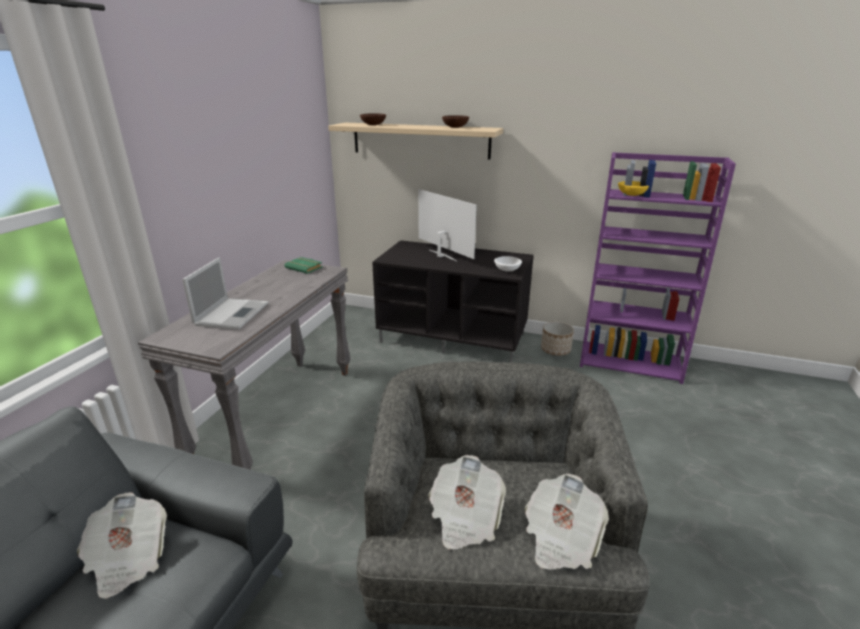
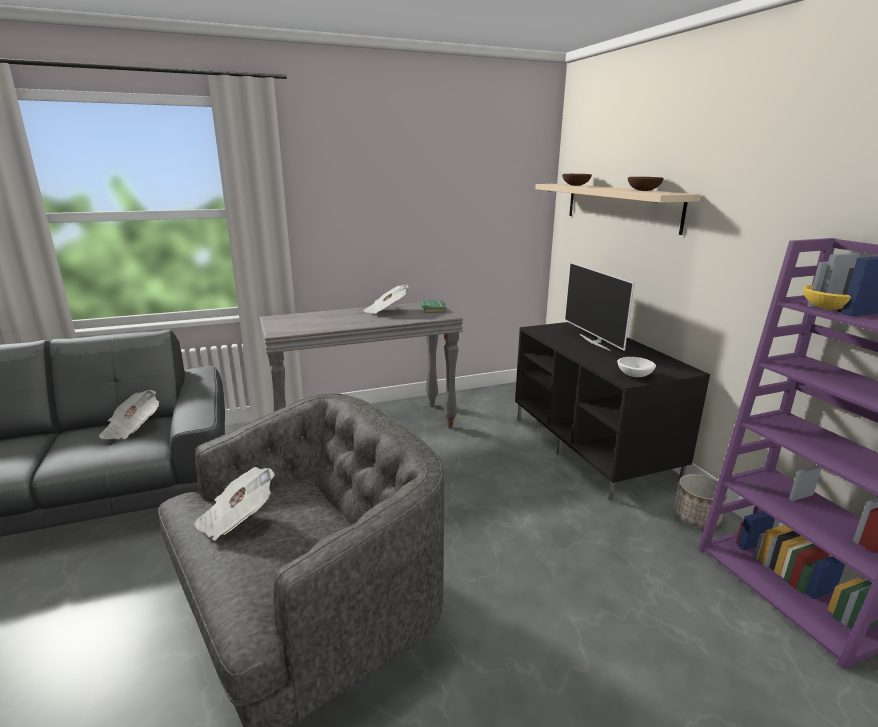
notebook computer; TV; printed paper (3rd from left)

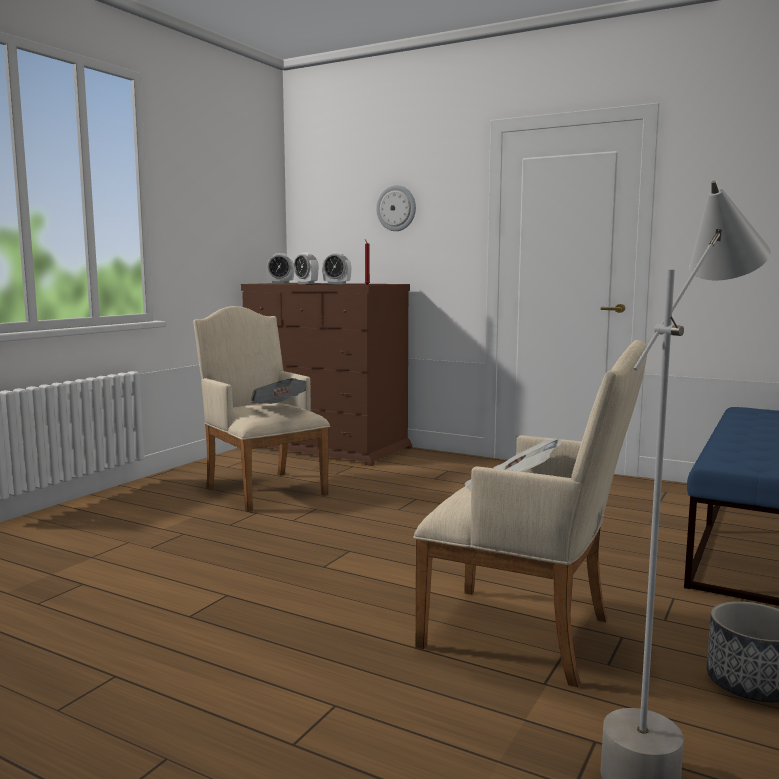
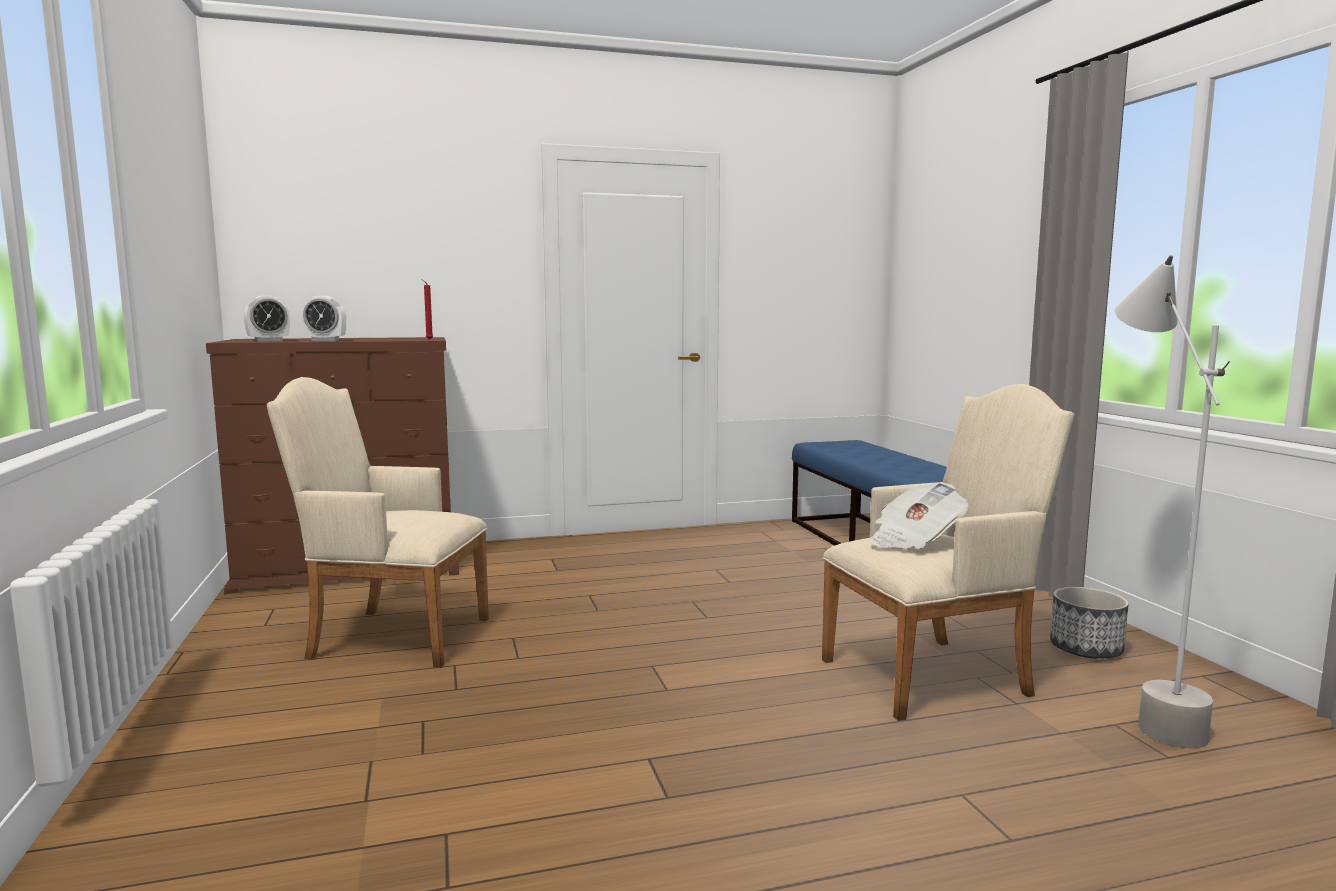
printed paper (1st from left in the first image); bedside clock (3rd from left in the first image); wall clock

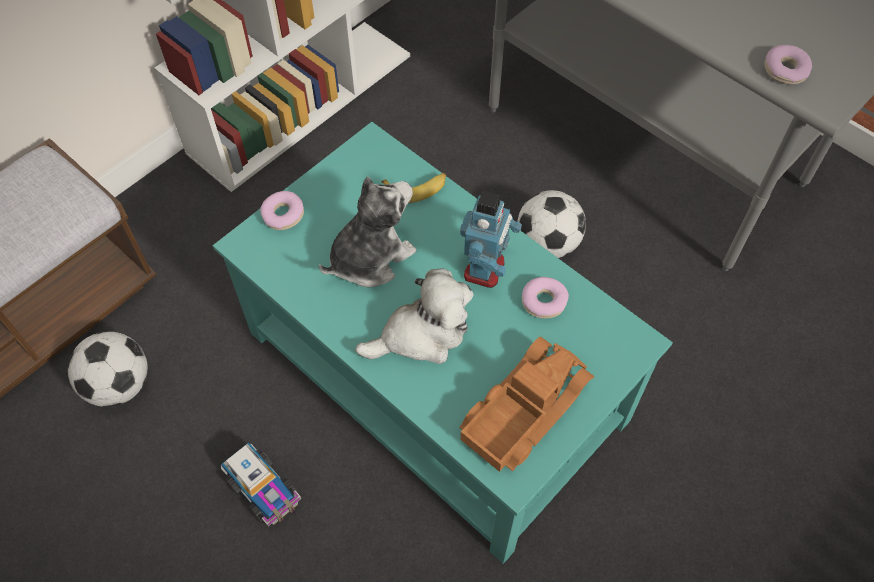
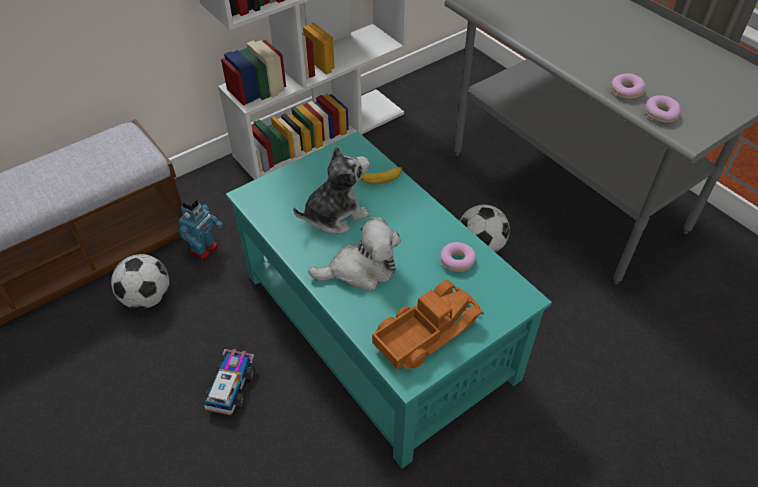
model truck (1st from left); donut (2nd from left); robot figure

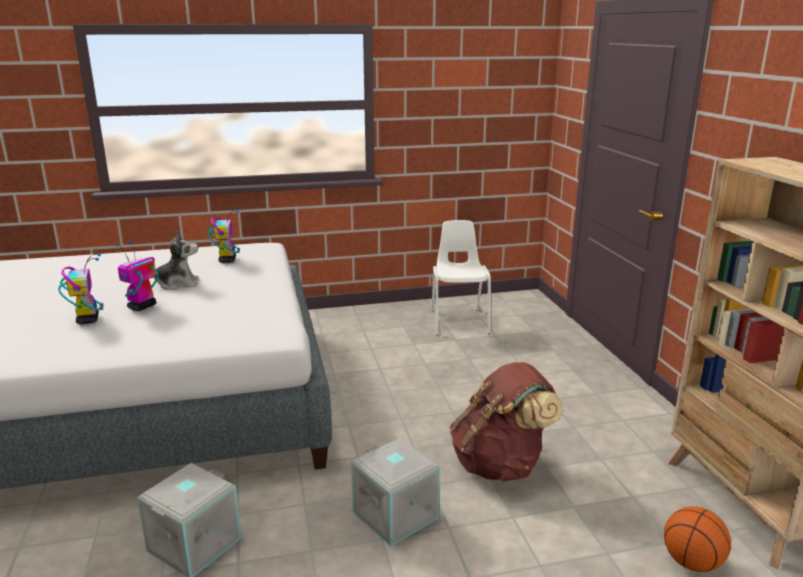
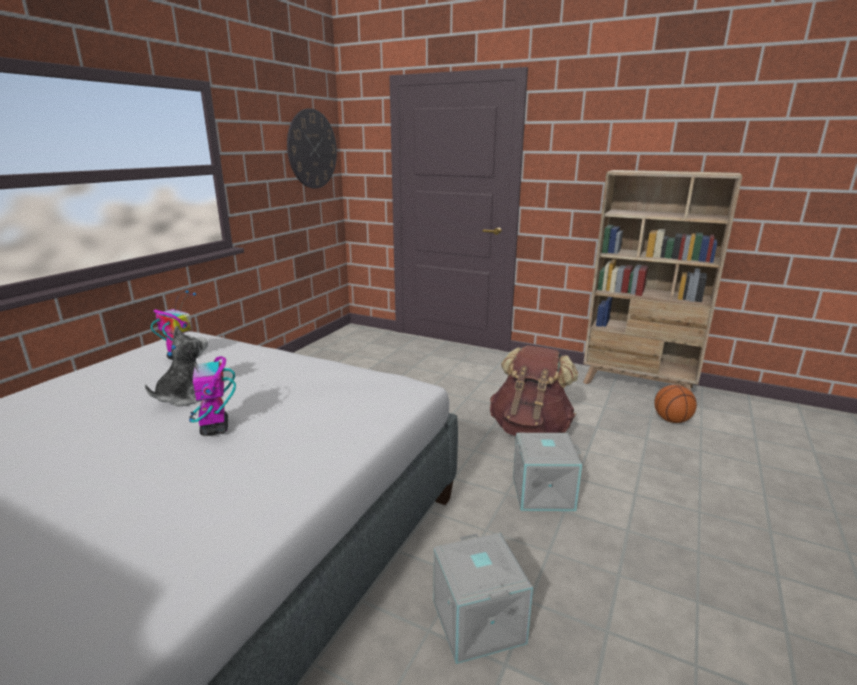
robot figure (1st from left in the first image); white plain chair; wall clock

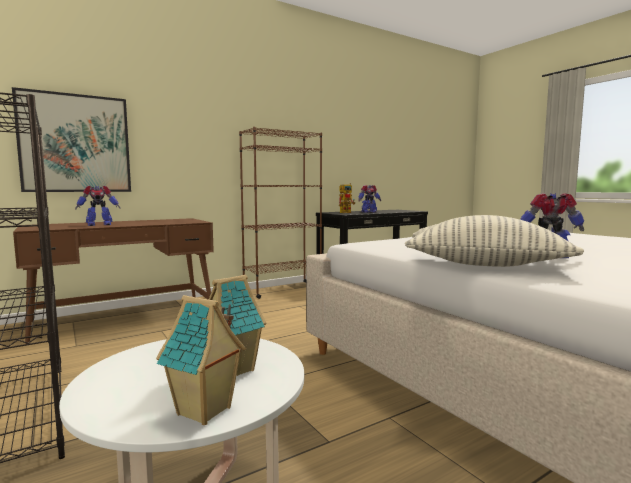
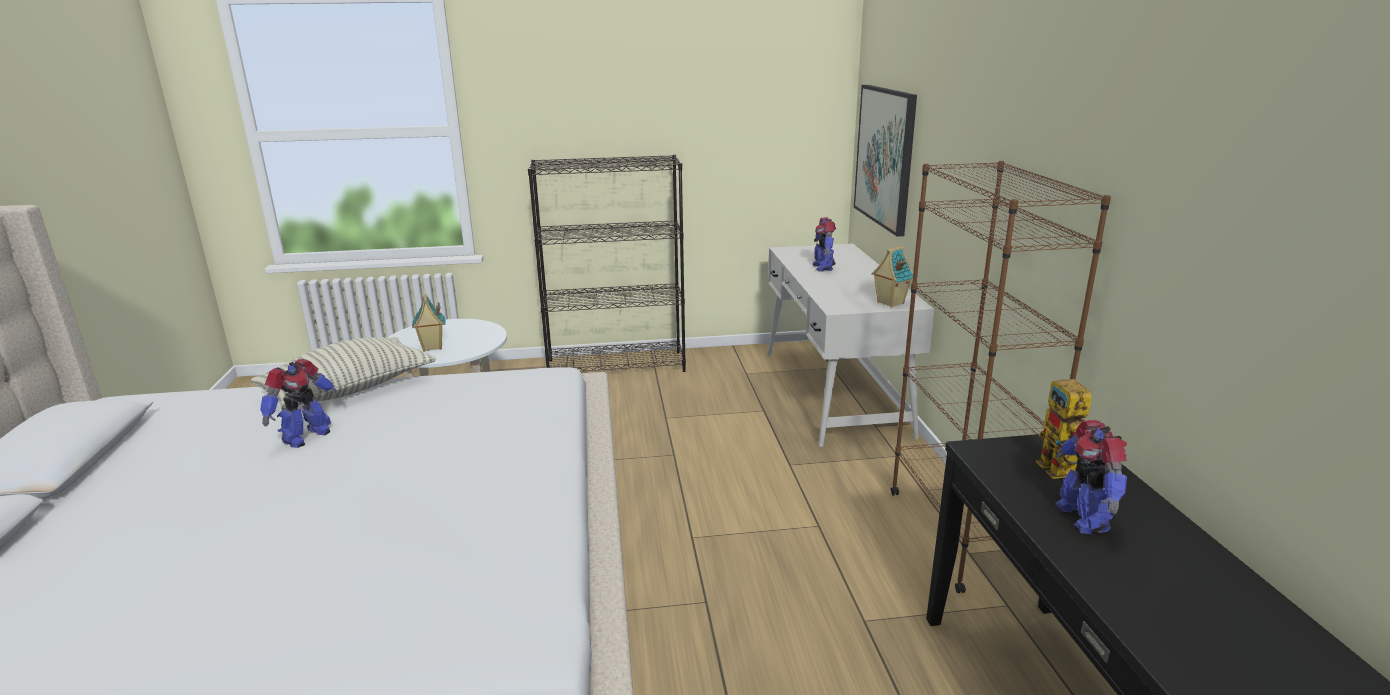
white desk table; toy house (2nd from left)

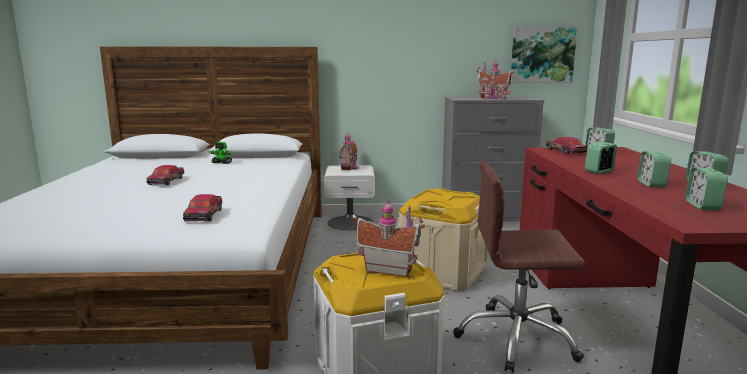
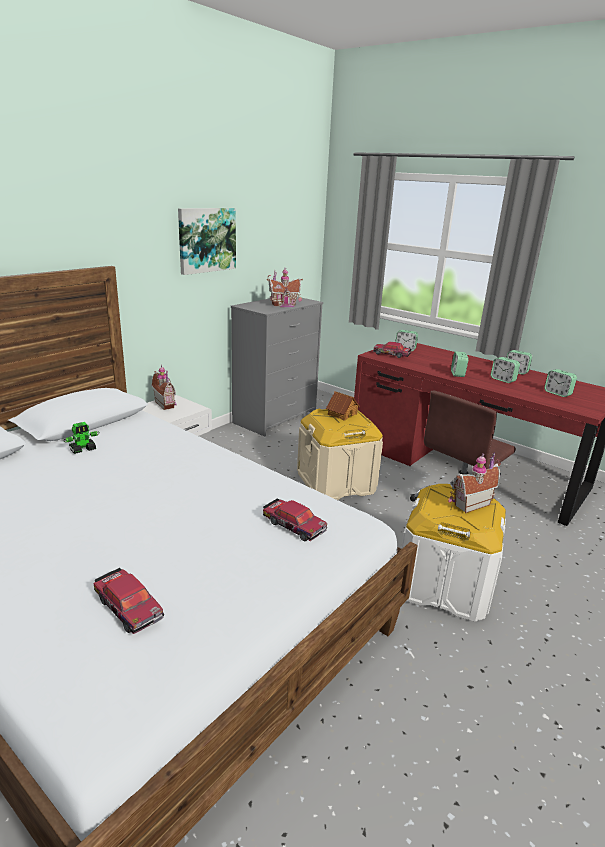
model car (1st from left); picture; toy house (3rd from left)

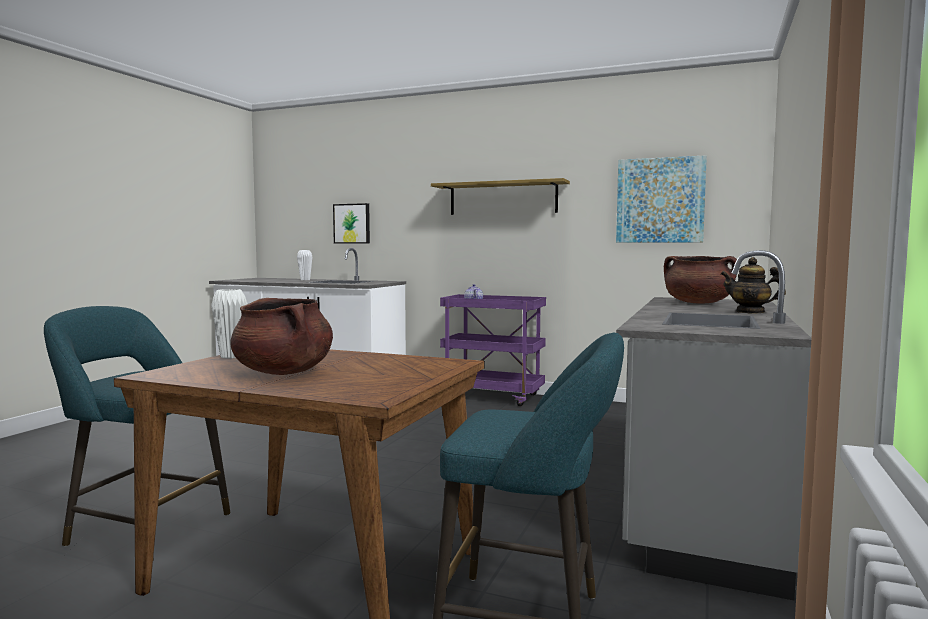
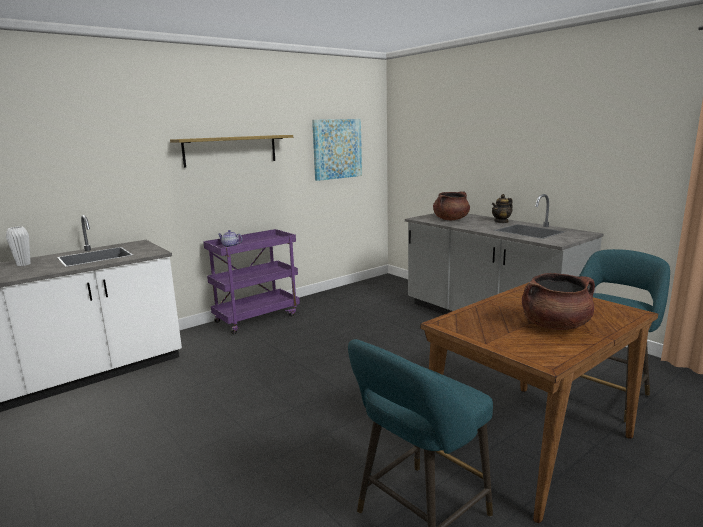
white flower vase (1st from left in the first image); picture (1st from left in the first image)

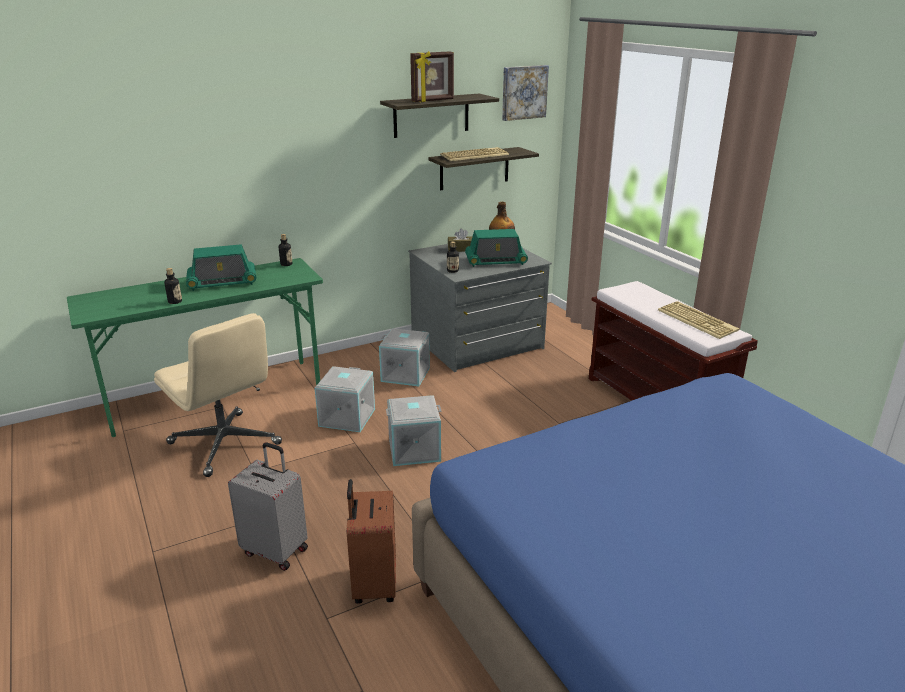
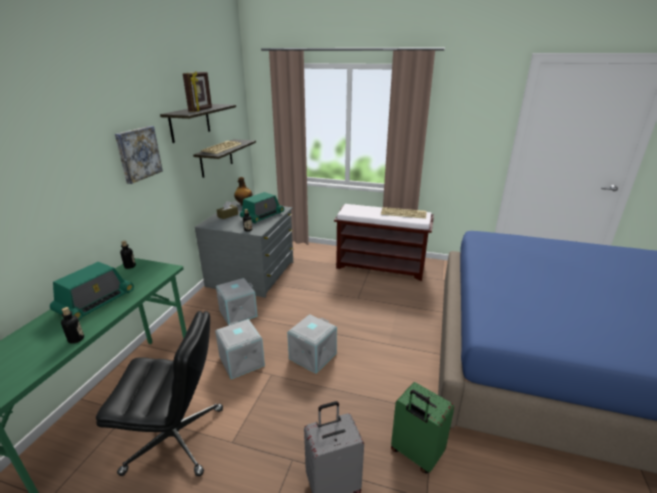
blackish desk chair; greenish suitcase; picture

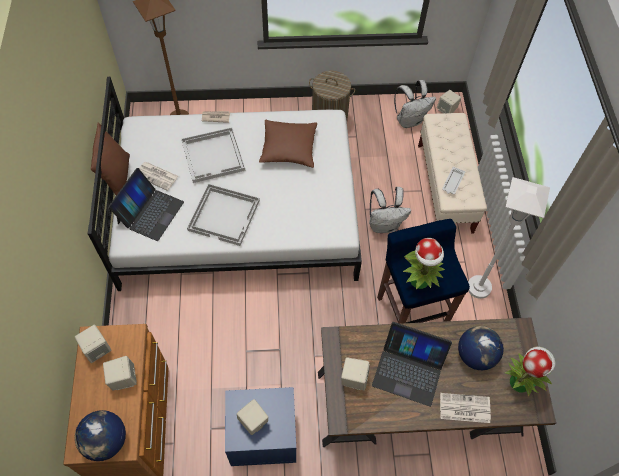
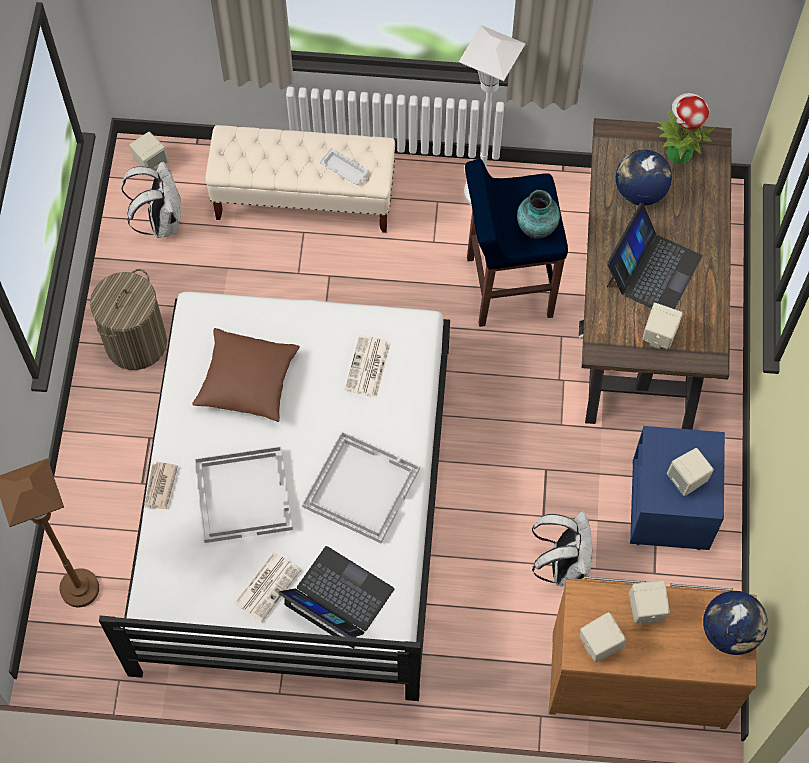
brownish throw pillow (1st from left in the first image); white backpack (2nd from left); flower vase; printed paper (3rd from left)

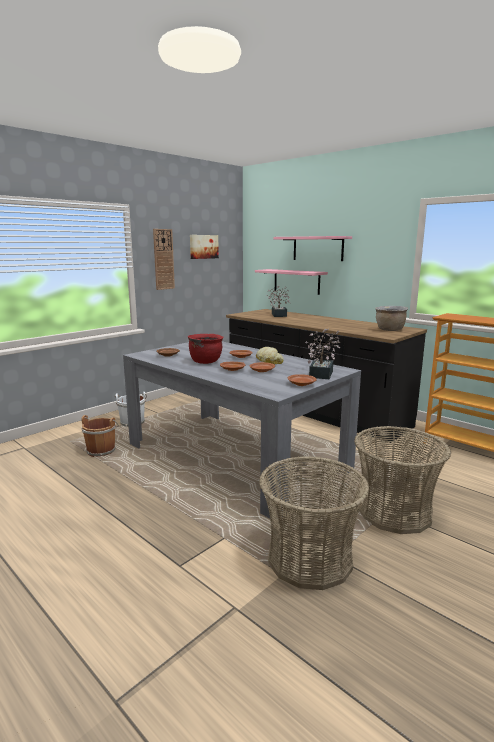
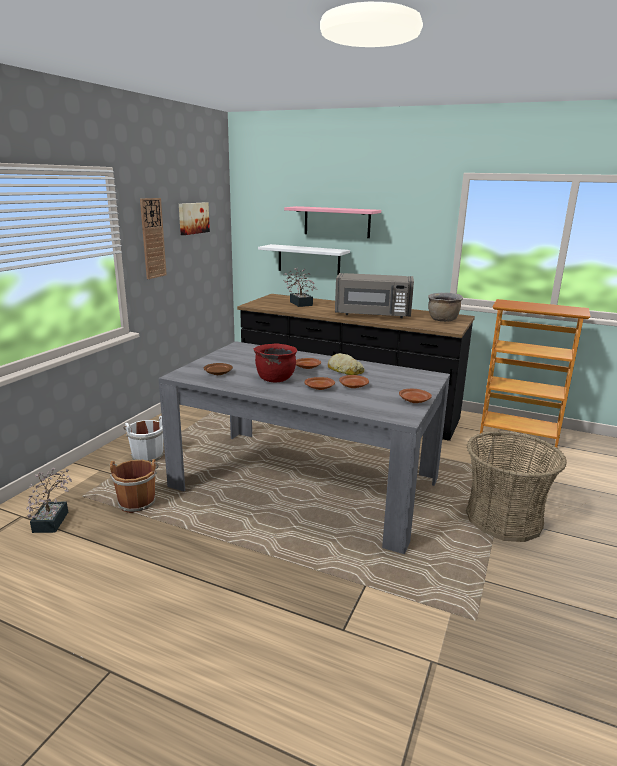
white shelf; basket (1st from left in the first image); plant in a pot (1st from left); grey microwave oven

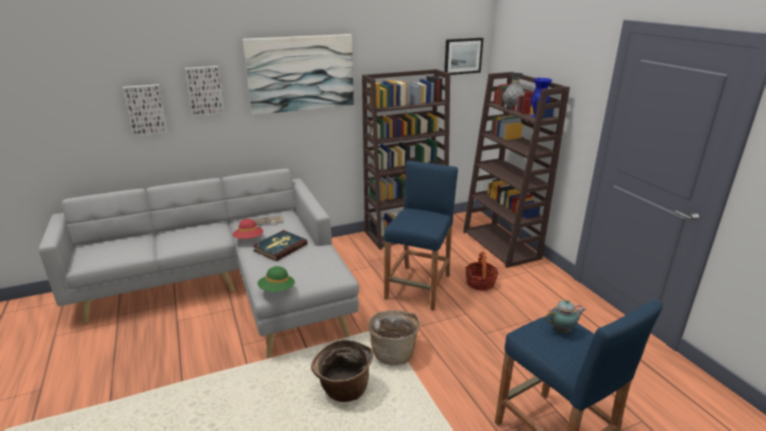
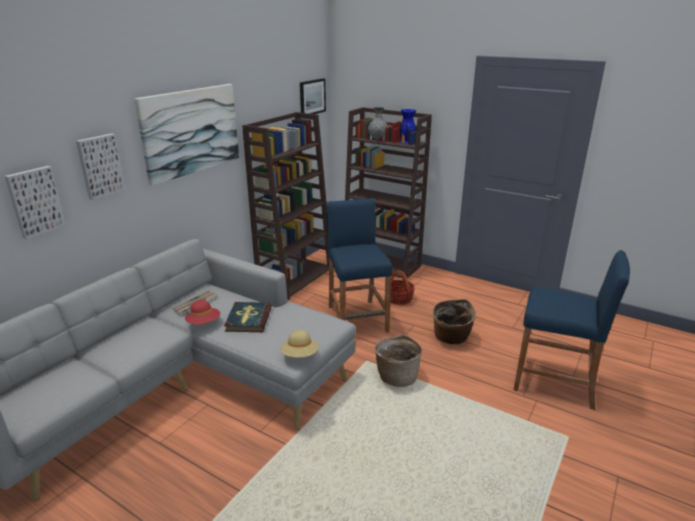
sand-coloured clothing hat; basket (3rd from left); pot for tea

